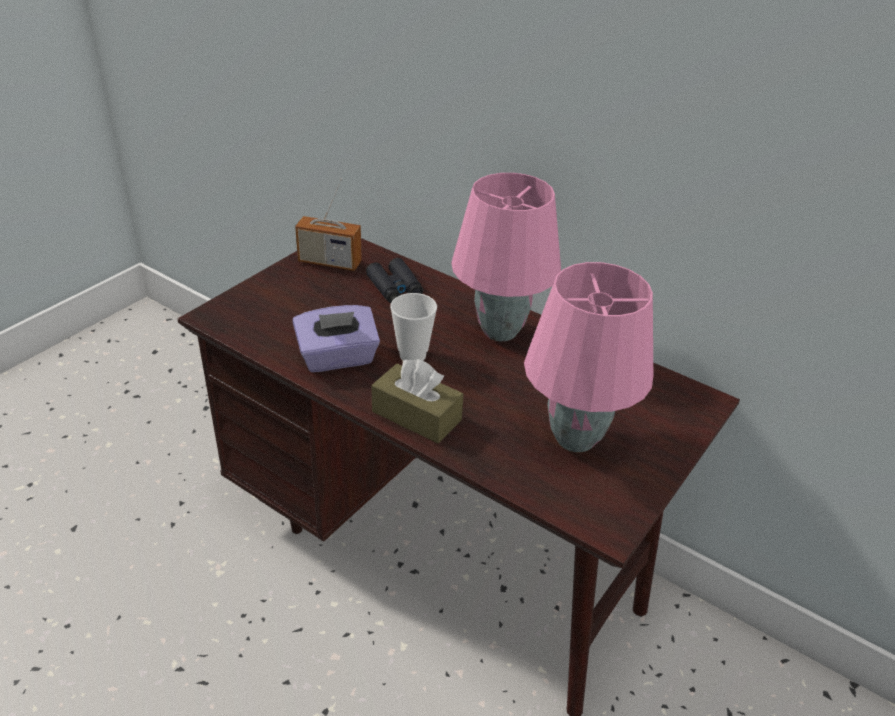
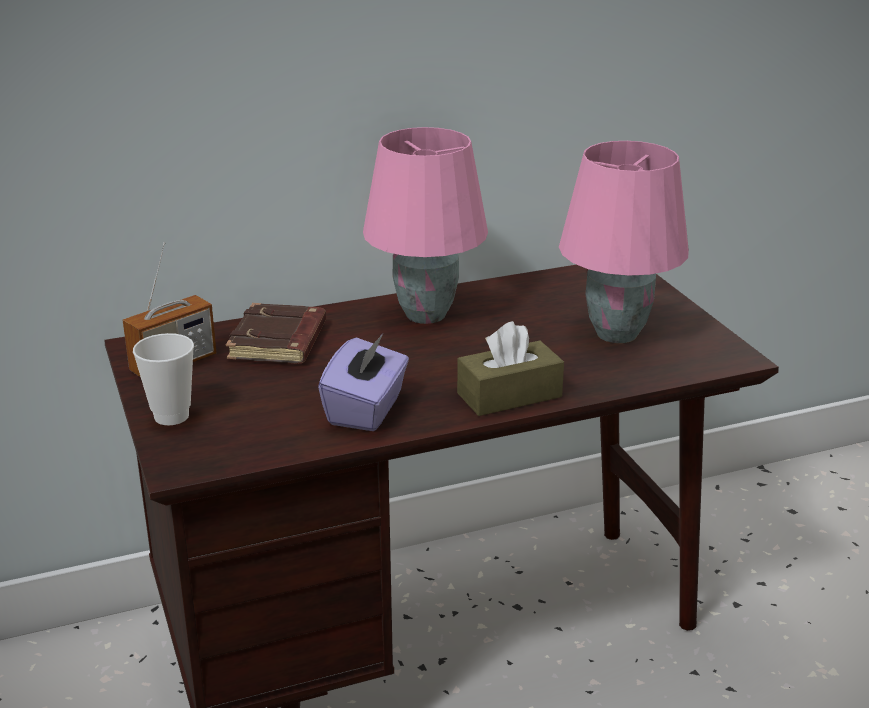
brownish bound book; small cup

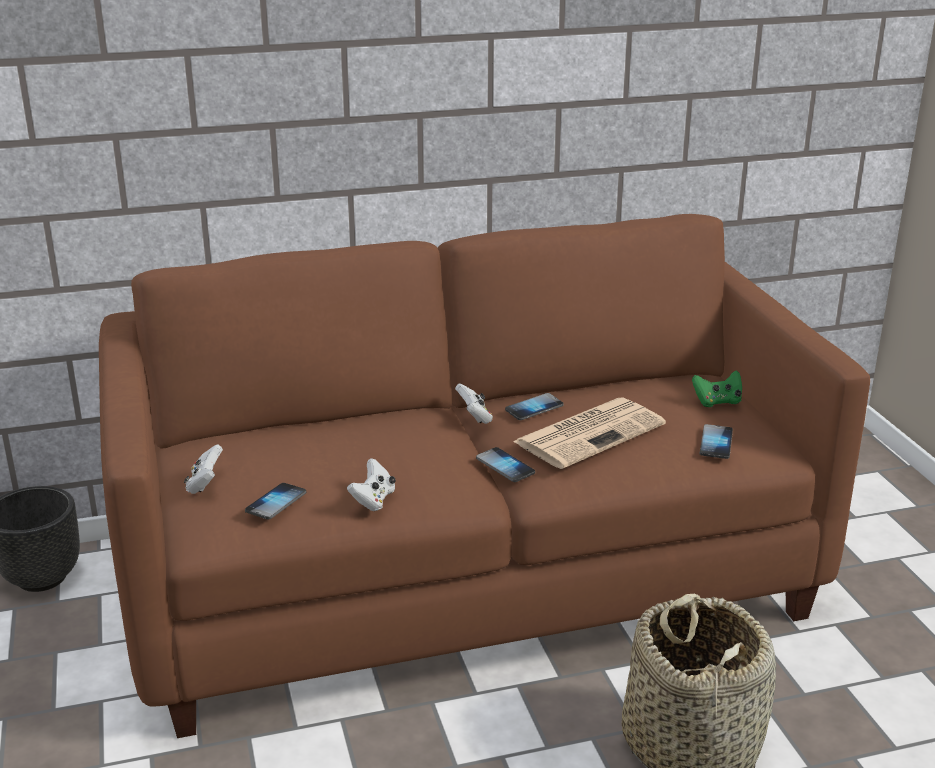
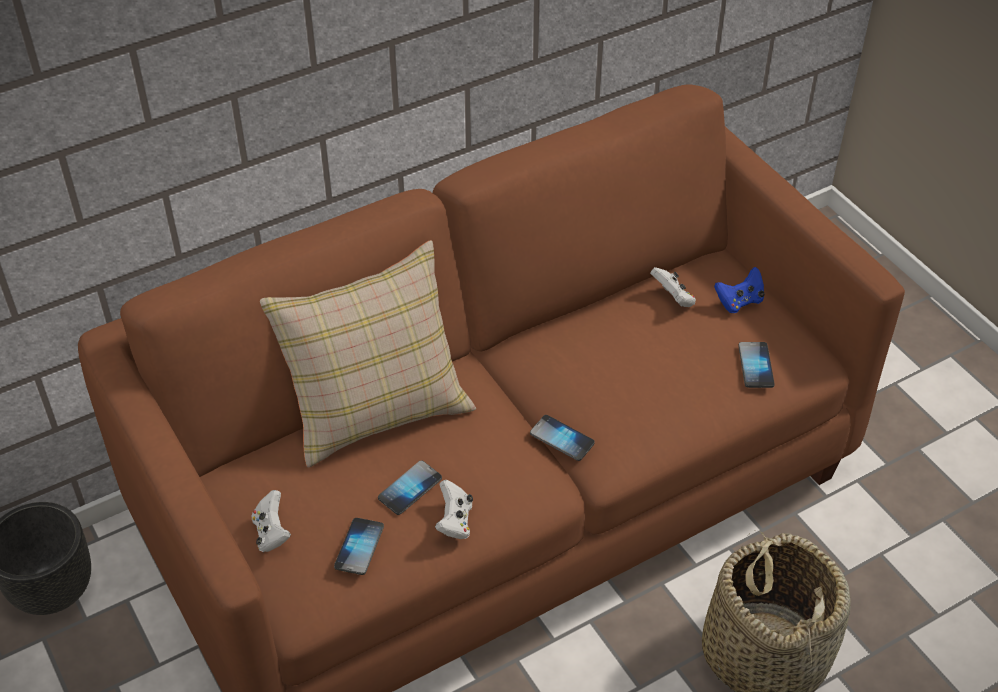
white joypad (3rd from left); handset (2nd from left); printed paper; blue-coloured joypad; sand-coloured throw pillow

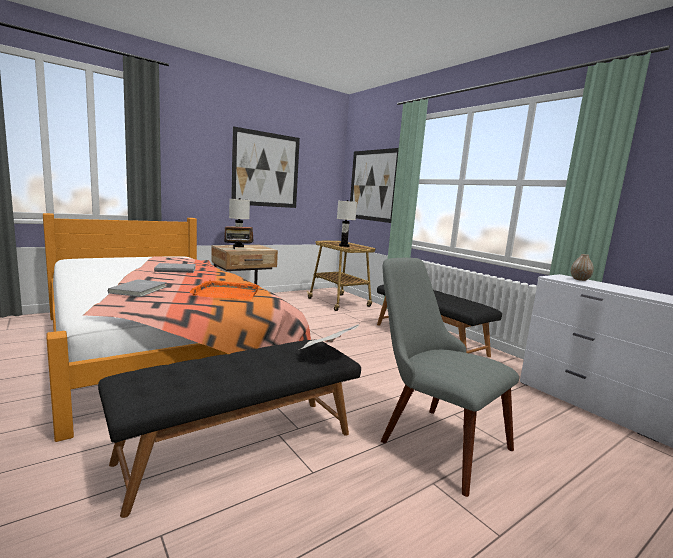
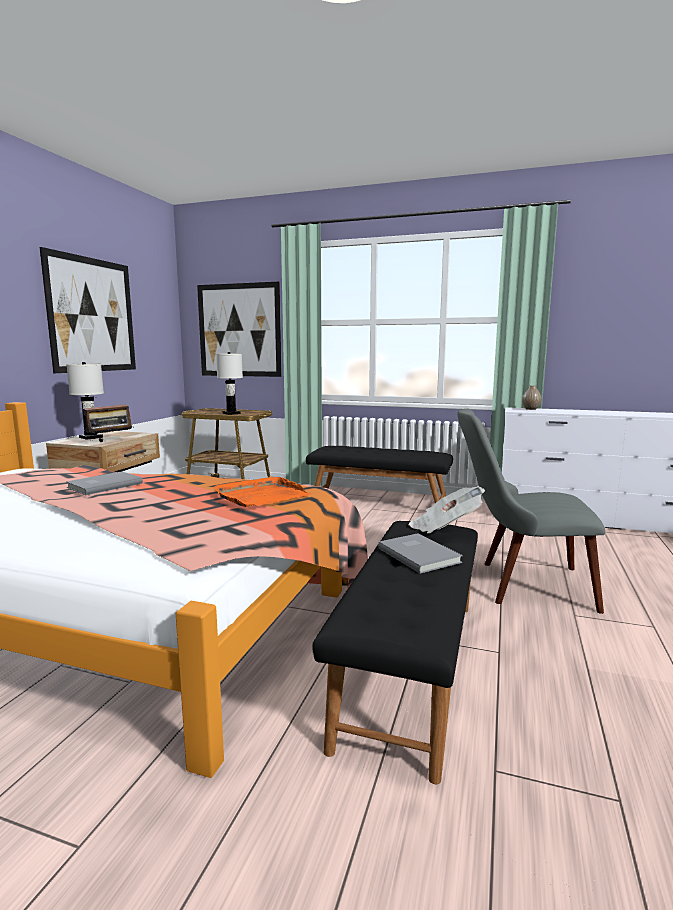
grey bound book (2nd from left)

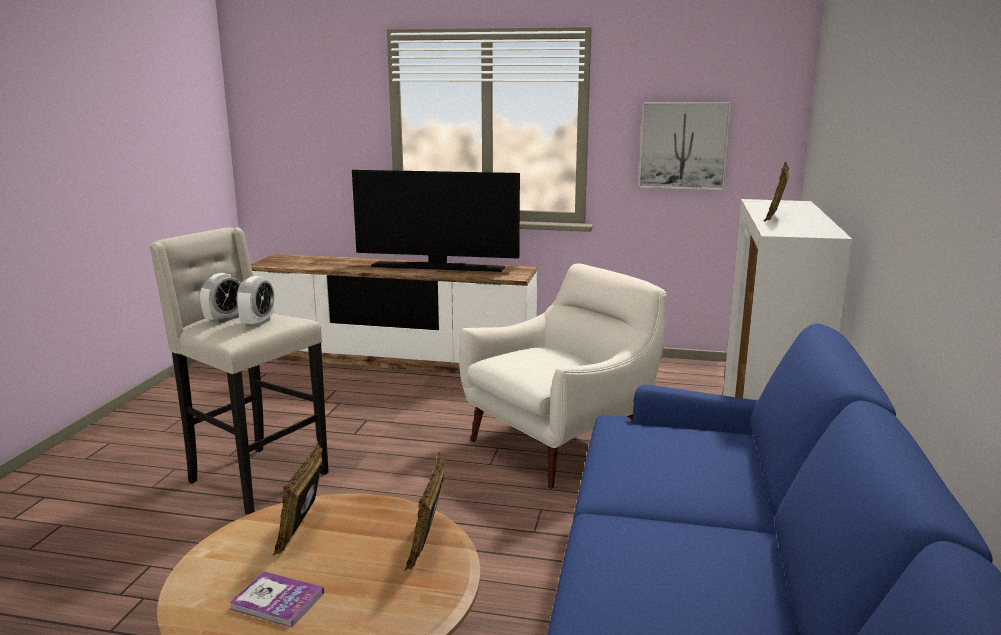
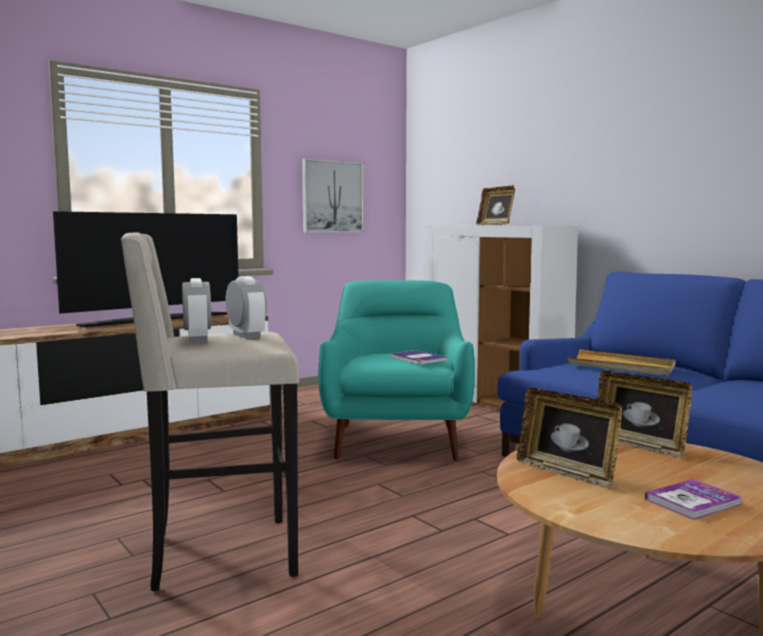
blue-green easy chair; bound book (1st from left); sand-coloured tray

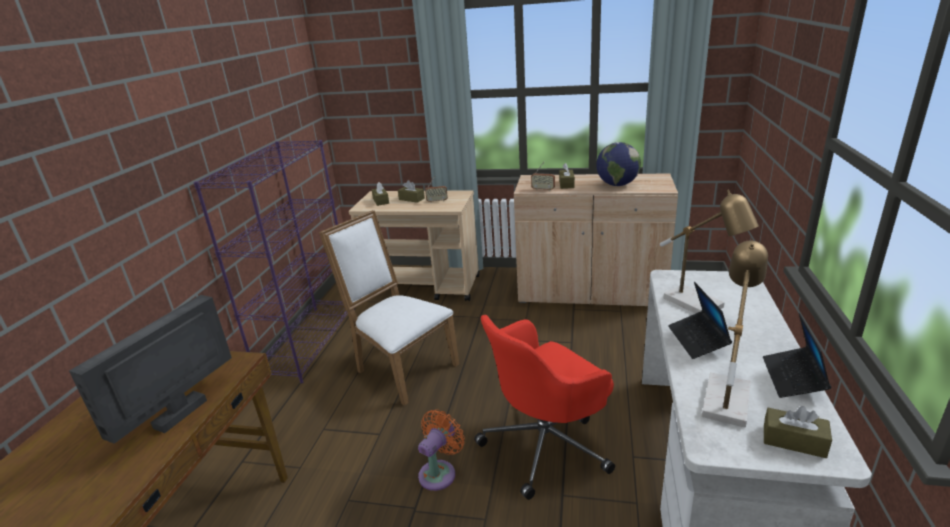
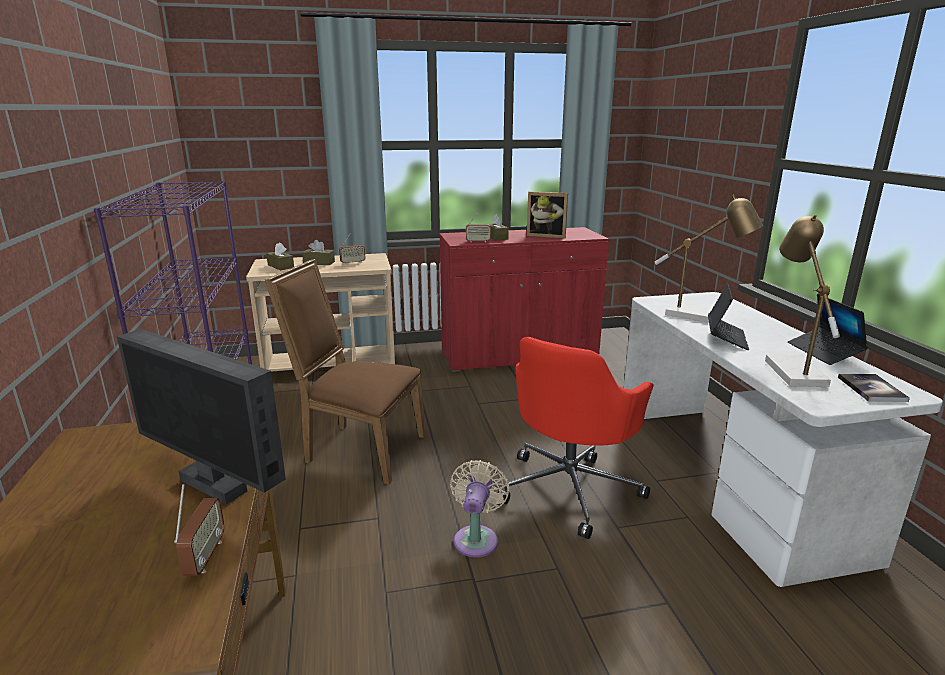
computer screen; brownish plain chair; sand-coloured fan; red cabinet; photo frame; notebook computer (1st from left); bound book; radio (1st from left)

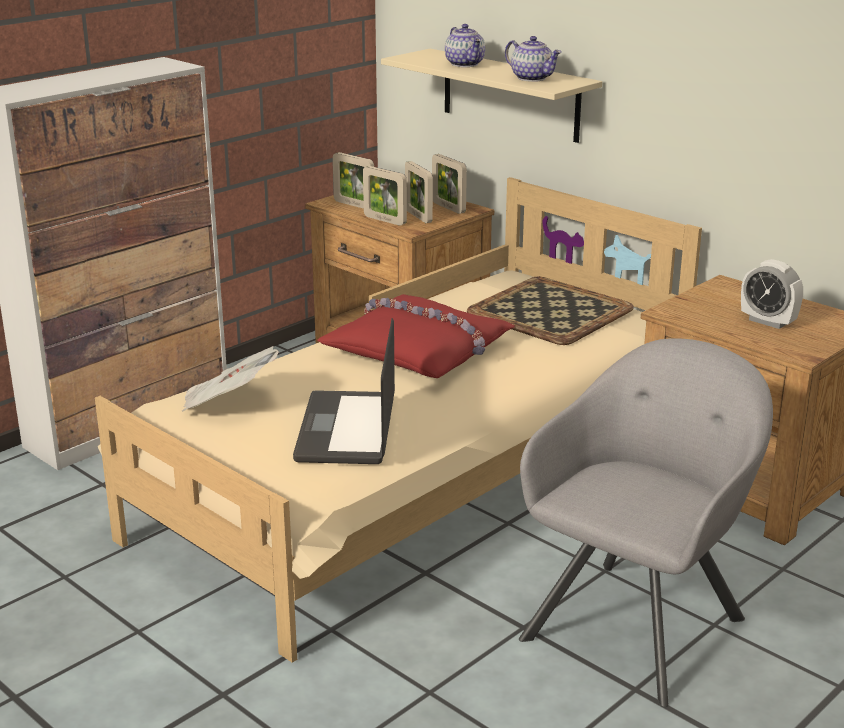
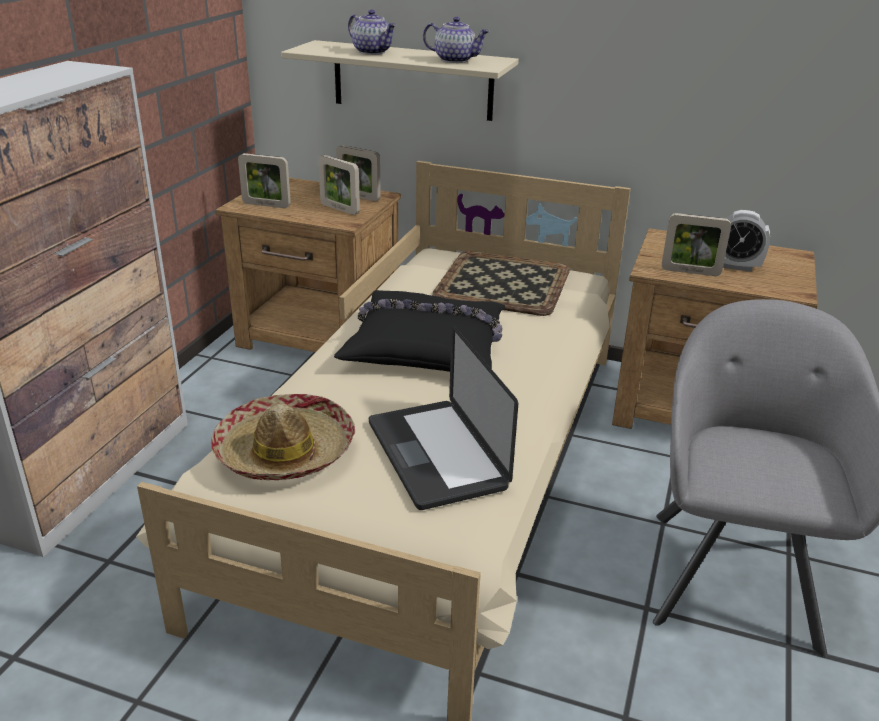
clothing hat; blackish throw pillow; photo frame (4th from left)

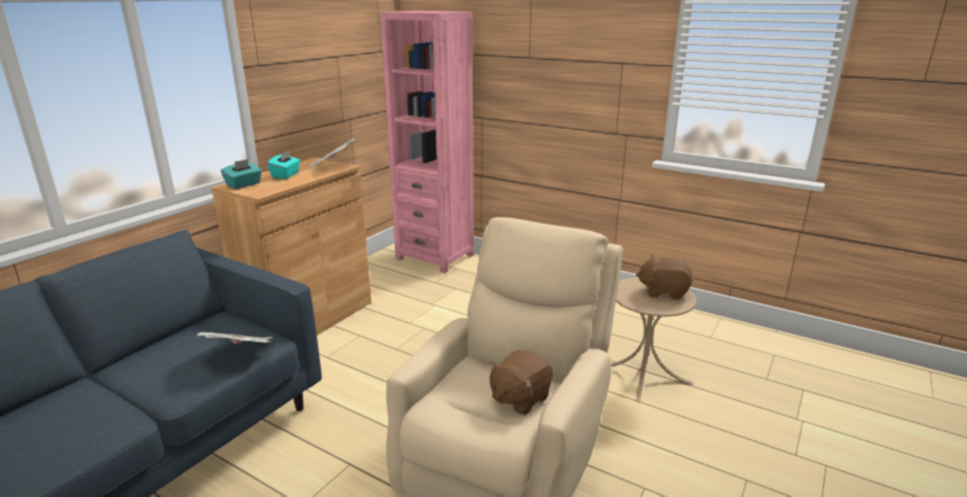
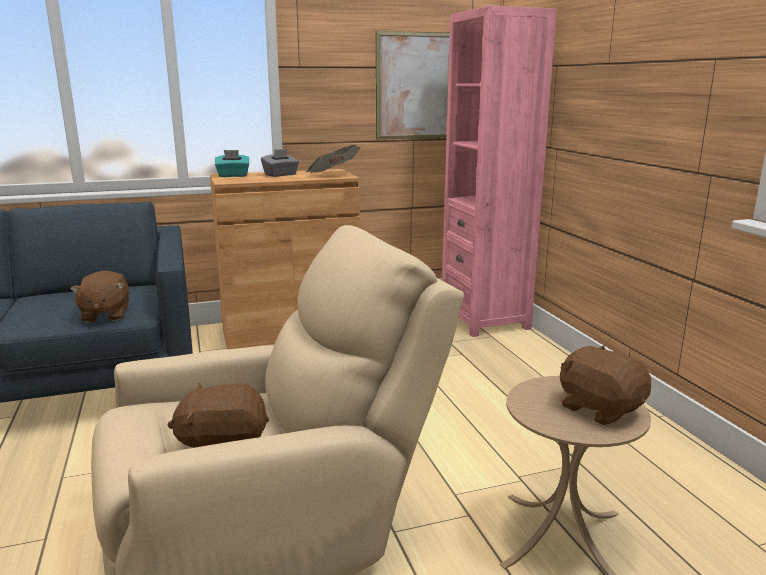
brownish plush toy (1st from left); grey tissue holder; picture

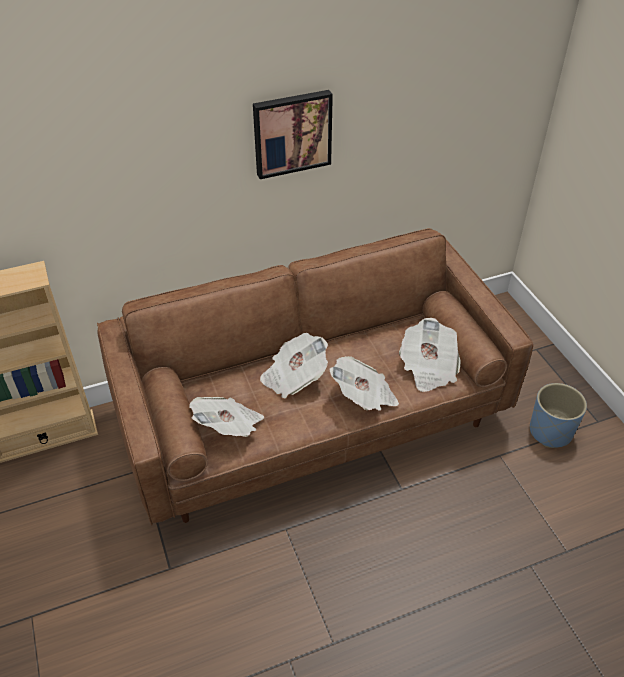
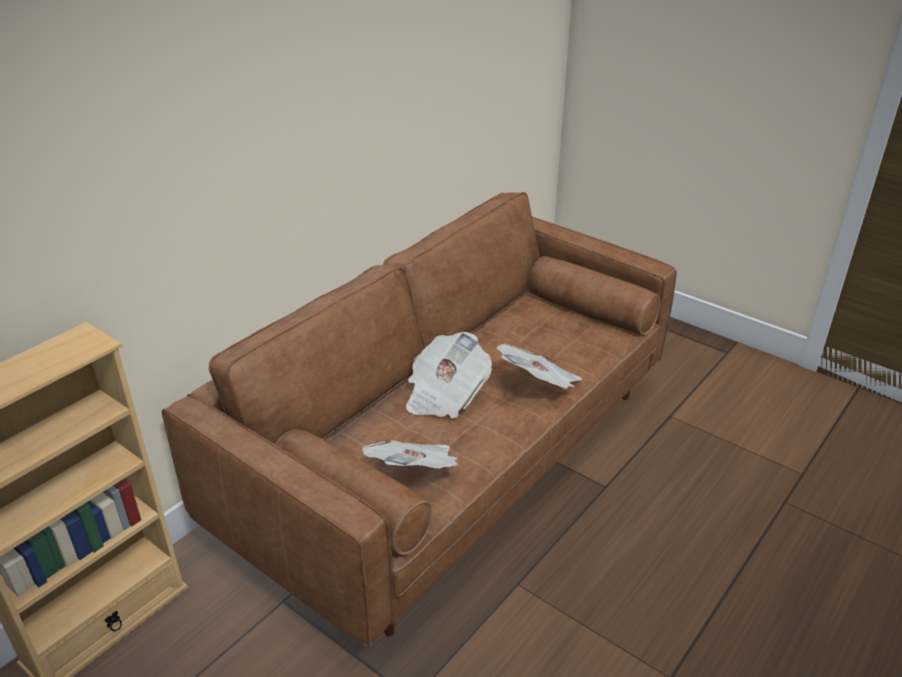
picture; printed paper (4th from left in the first image); blue-coloured plant pot

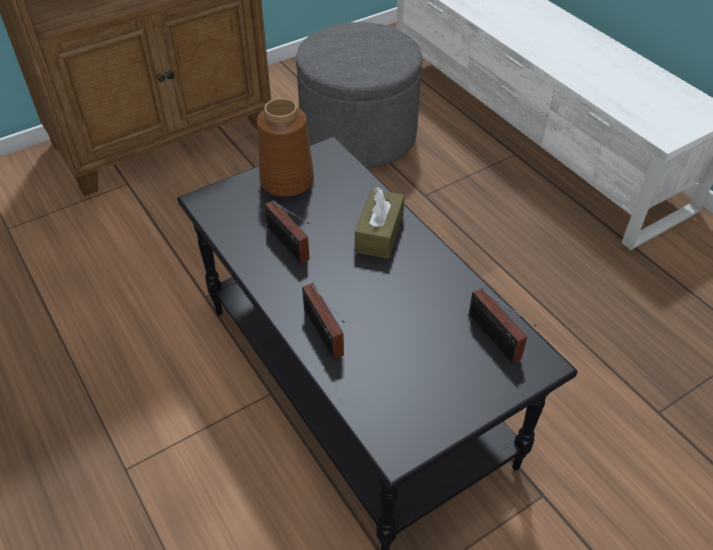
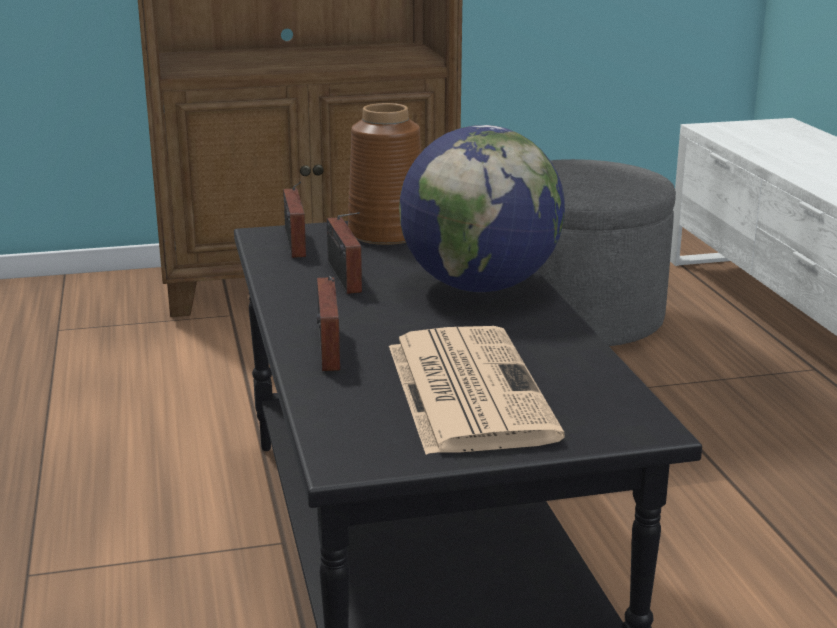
desk globe; radio (1st from left); printed paper

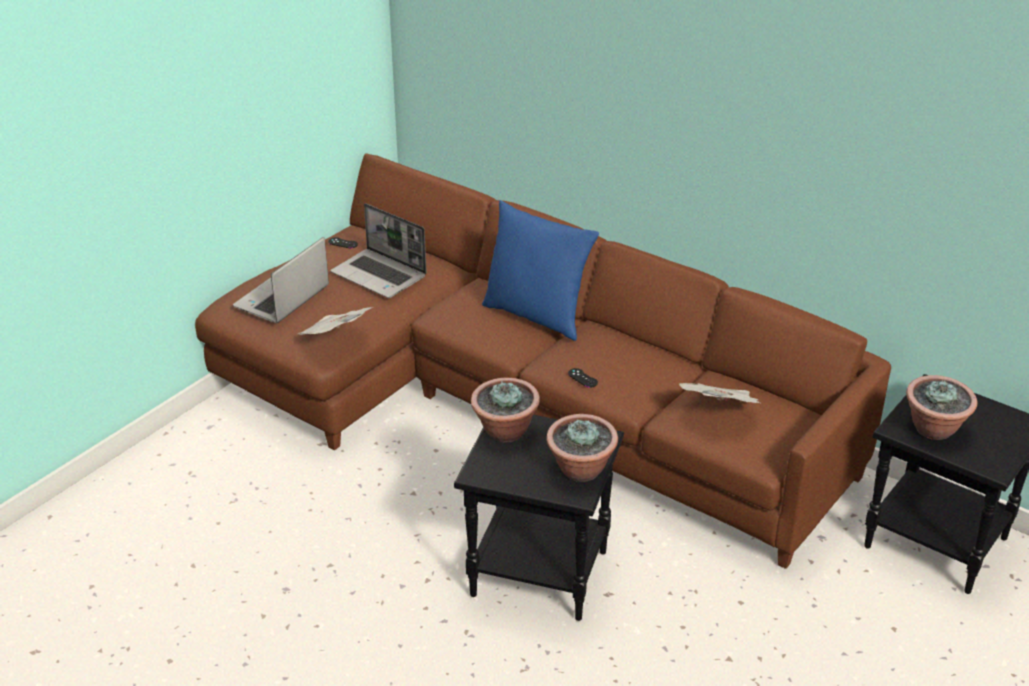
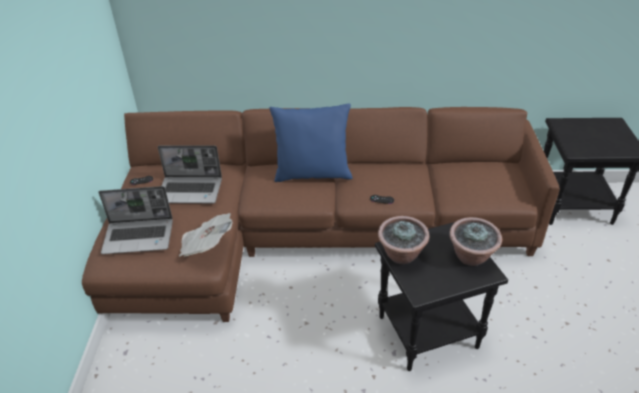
notebook computer (1st from left); printed paper (2nd from left in the first image); plant in a pot (3rd from left in the first image)

